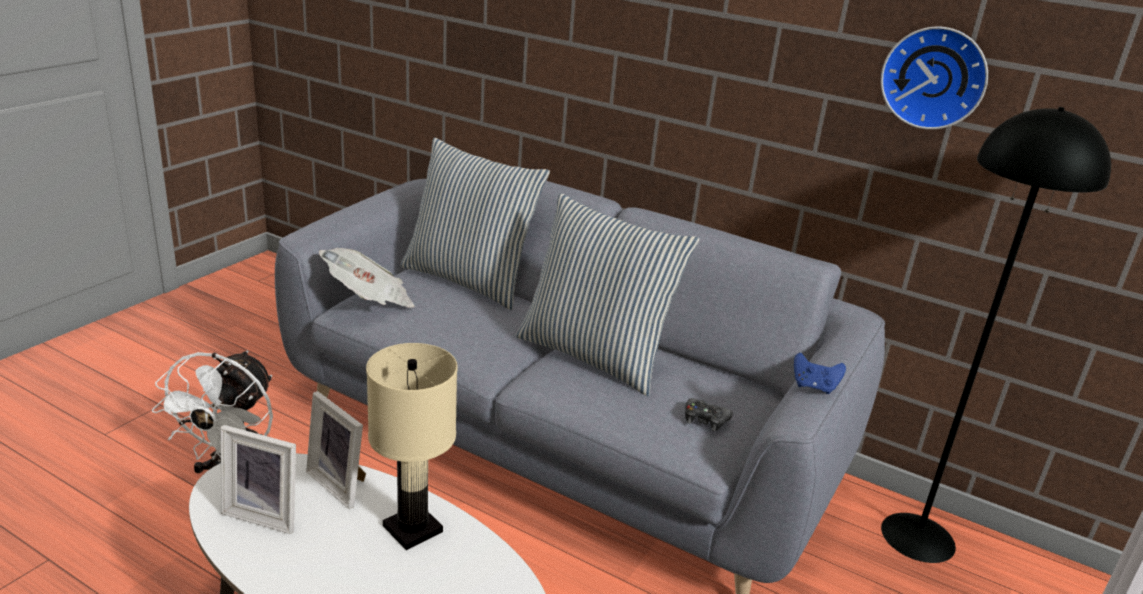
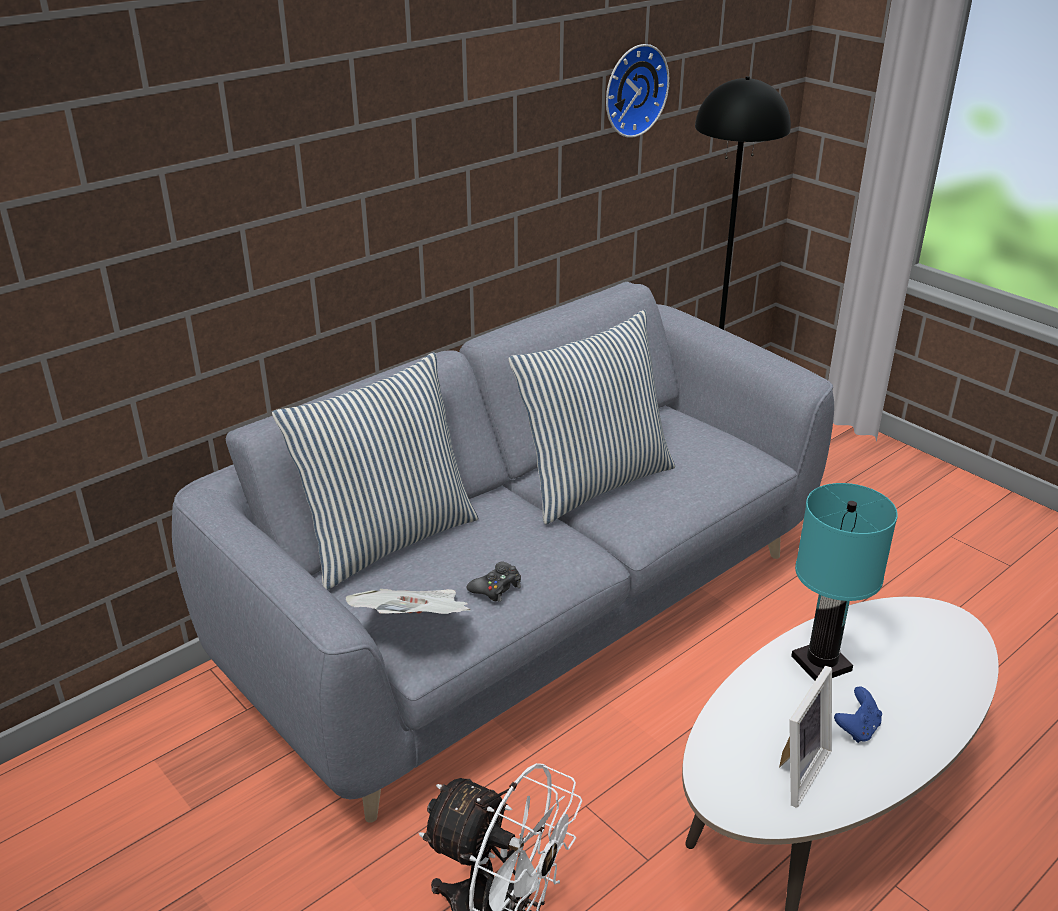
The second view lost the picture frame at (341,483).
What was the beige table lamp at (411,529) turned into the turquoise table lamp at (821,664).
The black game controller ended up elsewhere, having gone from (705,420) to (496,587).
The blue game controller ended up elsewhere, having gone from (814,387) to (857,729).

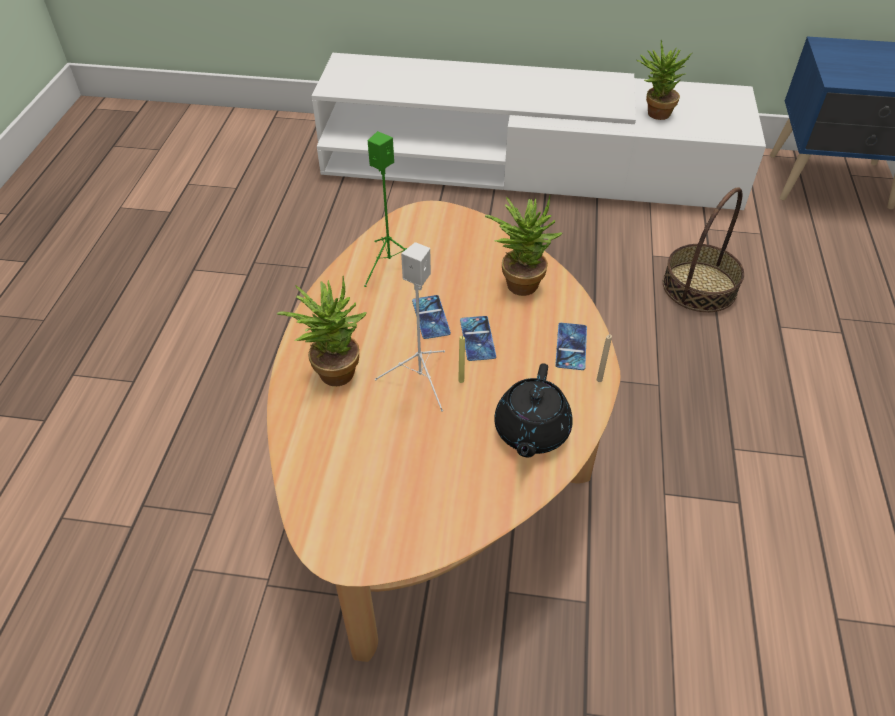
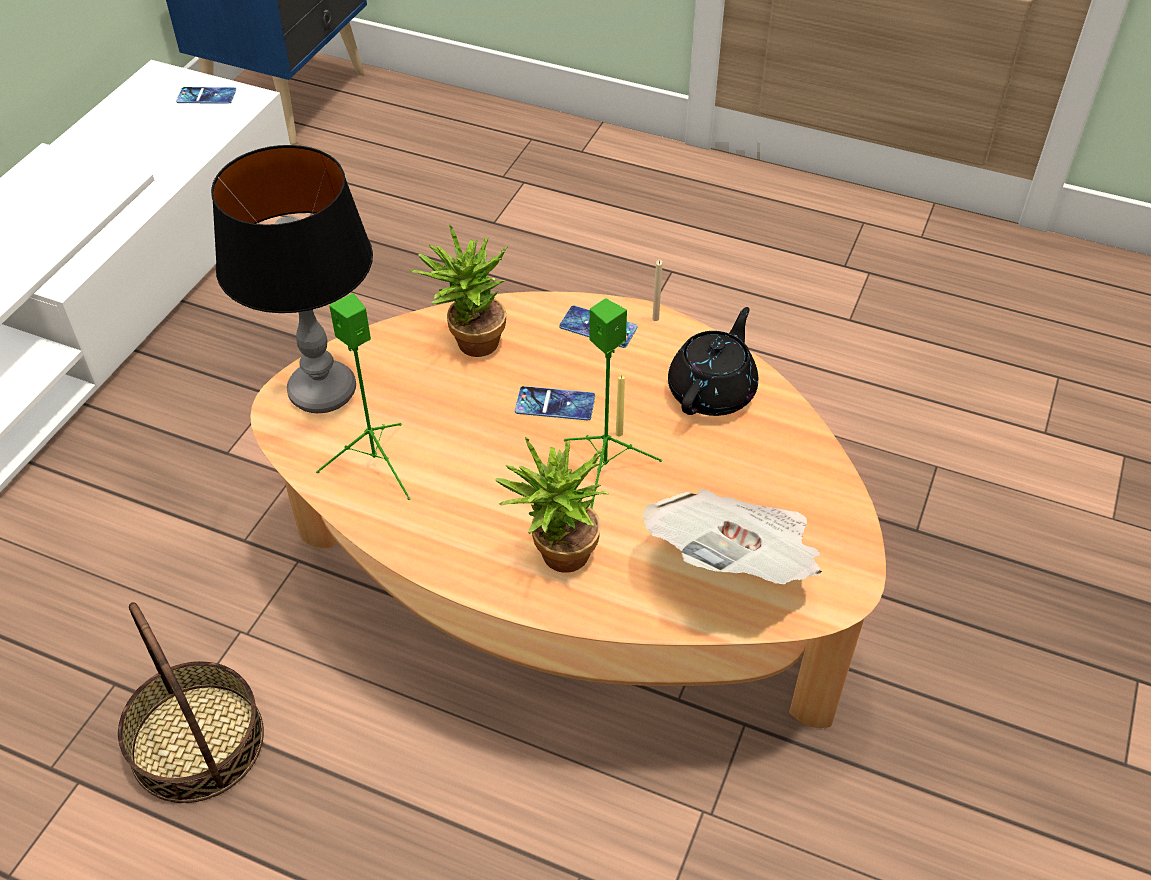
What was the white speaker at (421,380) turned into the green speaker at (606,470).
The phone ended up elsewhere, having gone from (431,317) to (206,96).
The black teapot at (531,431) ended up facing another way, 90 degrees counterclockwise from before.
The second view lost the potted plant at (653,113).
The basket ended up elsewhere, having gone from (699,286) to (196,742).
The second view gained the table lamp at (322,392).
The second view gained the newspaper at (735,562).

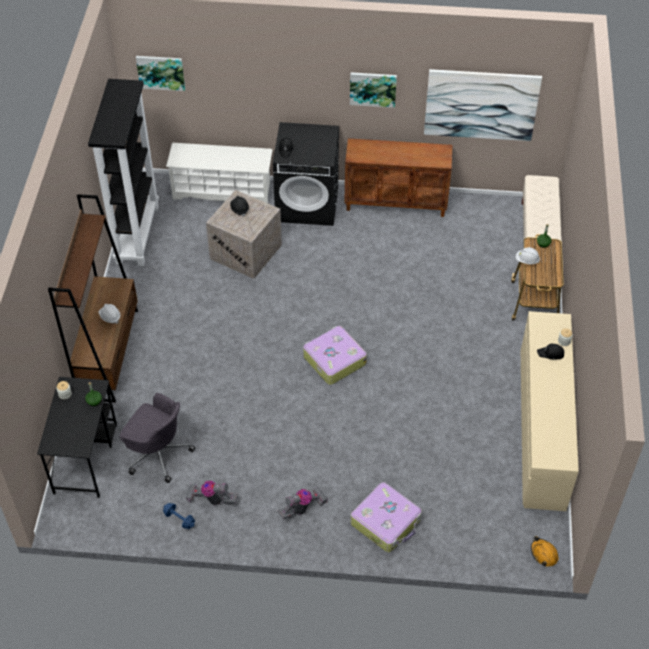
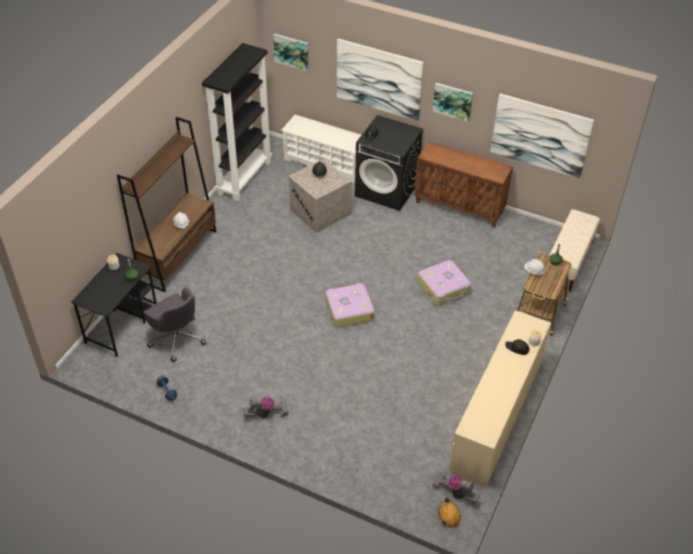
The vacuum cleaner ended up elsewhere, having gone from (211,499) to (455,492).
The suitcase ended up elsewhere, having gone from (386,522) to (444,288).
The second view gained the picture at (379,79).

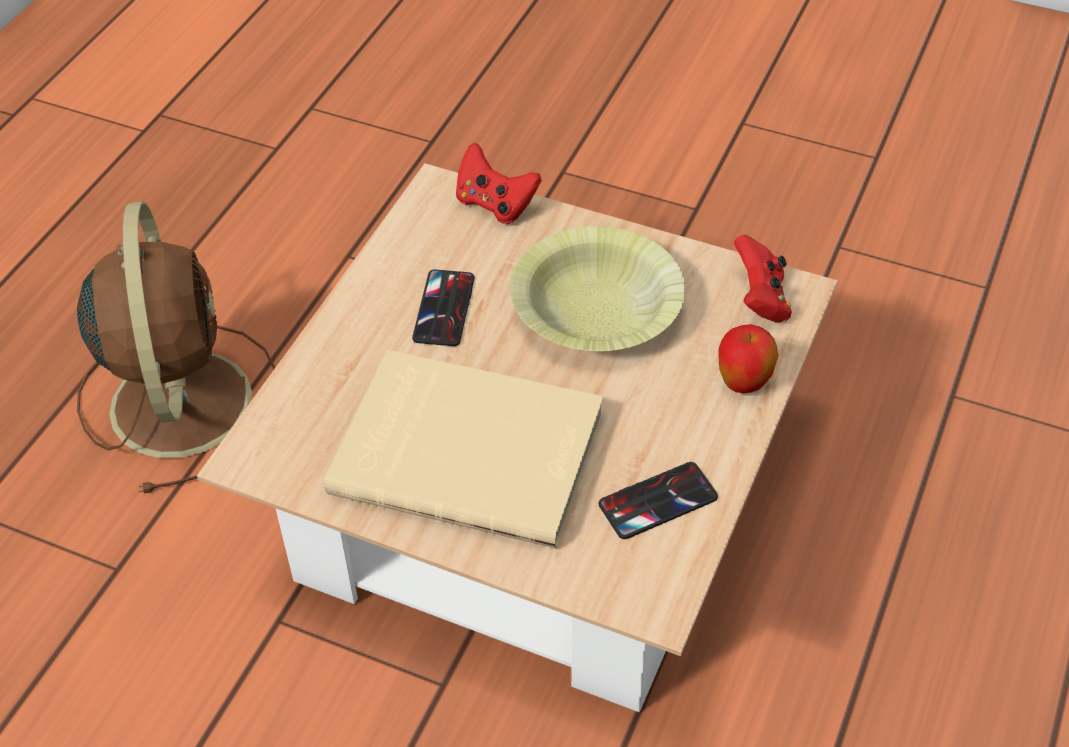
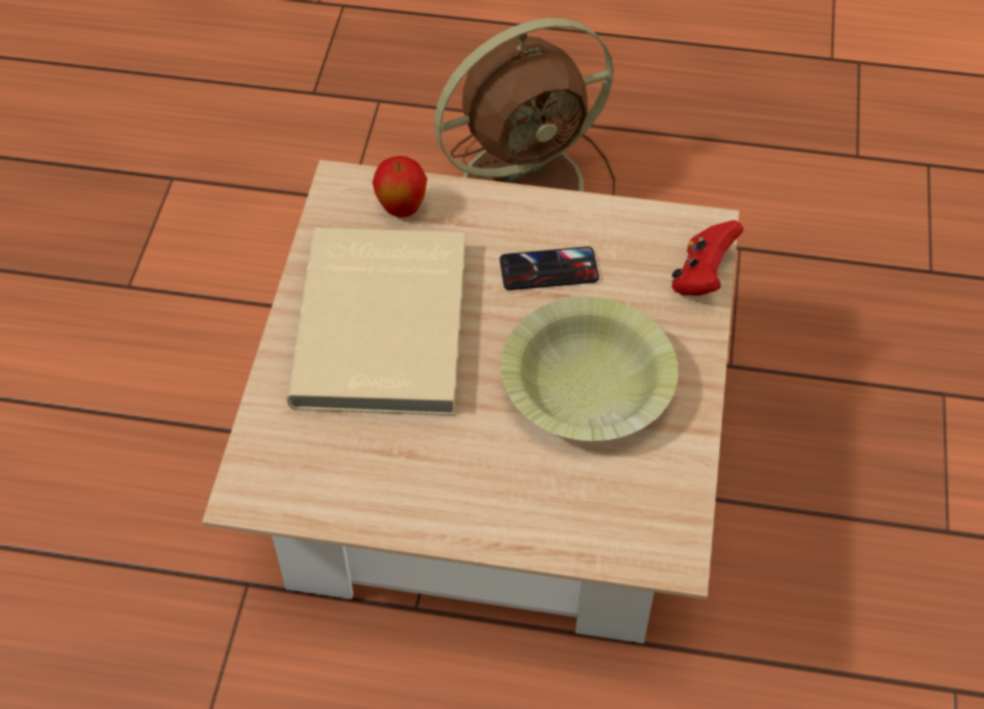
The second view lost the phone at (658,501).
The apple ended up elsewhere, having gone from (743,384) to (402,209).
The second view lost the red game controller at (761,300).

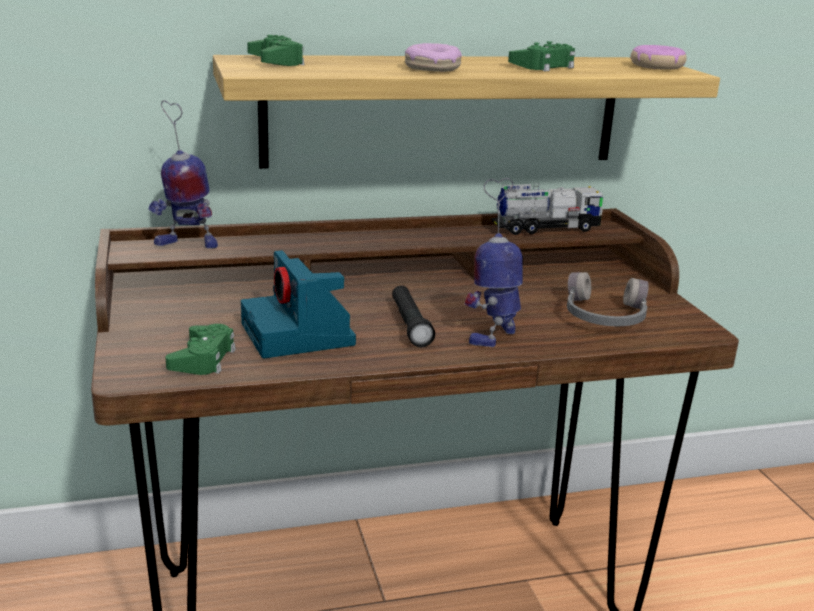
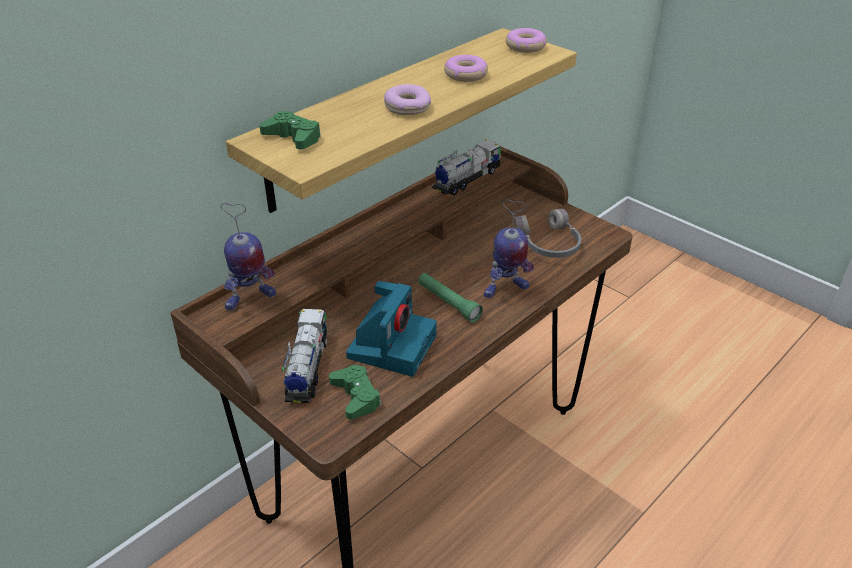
The photo camera at (299,335) ended up facing another way, 105 degrees counterclockwise from before.
What was the black flashlight at (410,325) turned into the green flashlight at (448,303).
The toy robot at (494,335) ended up facing another way, 120 degrees counterclockwise from before.
Where the green game controller stood at (543,66), the donut came to stand at (465,75).
The second view gained the toy truck at (307,368).

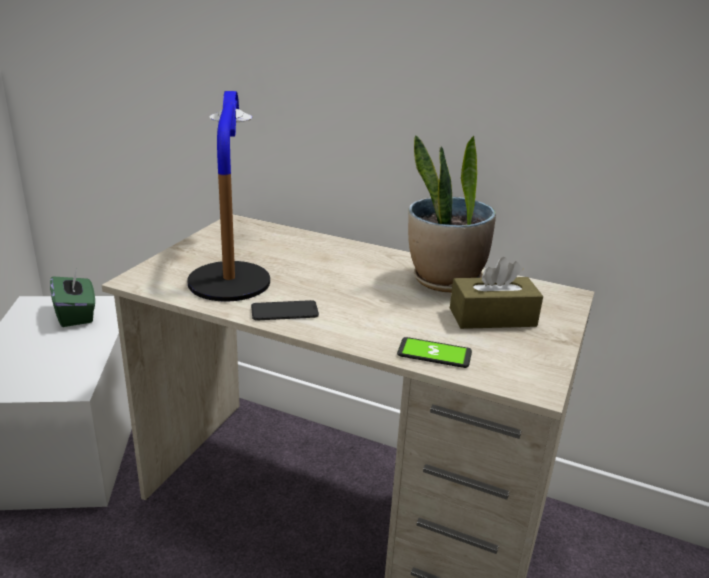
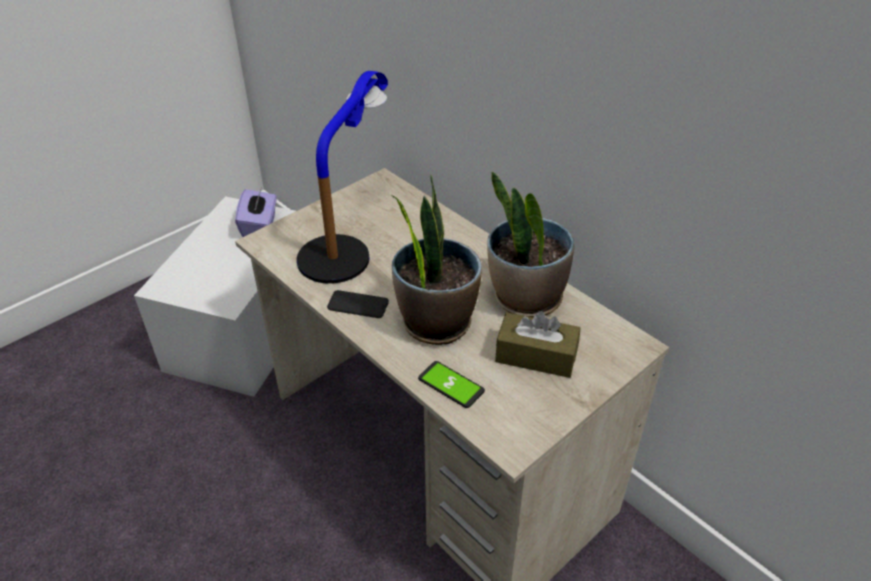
What was the green tissue box at (76,314) turned into the purple tissue box at (260,226).
The second view gained the potted plant at (435,322).

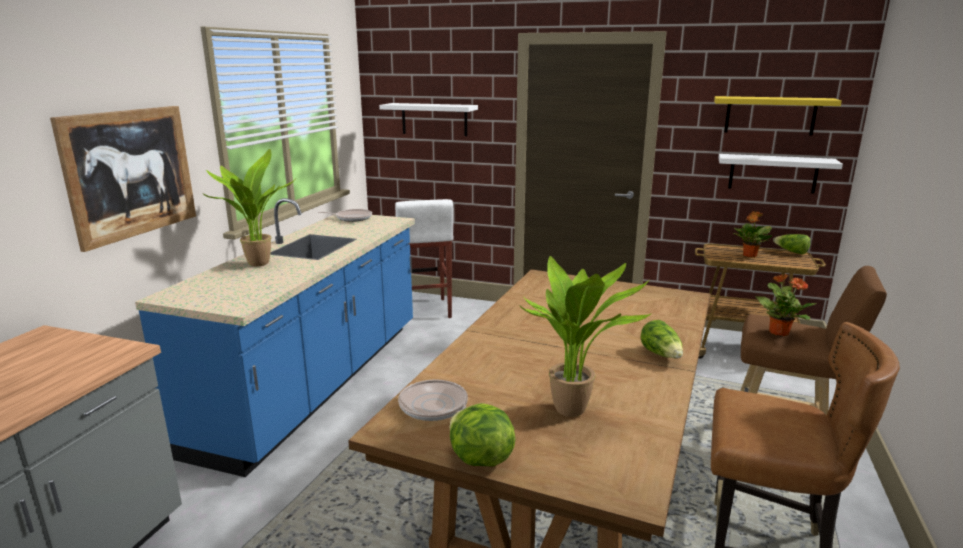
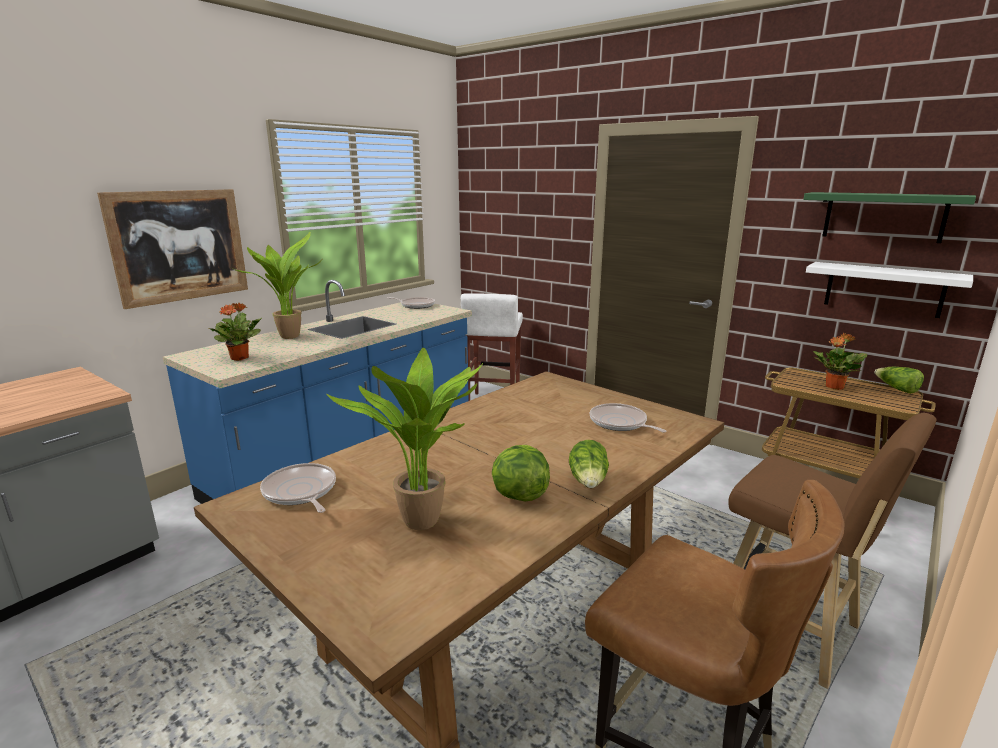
The second view lost the white shelf at (434,119).
The lettuce ended up elsewhere, having gone from (479,459) to (518,495).
What was the yellow shelf at (770,115) turned into the green shelf at (883,216).
The potted plant ended up elsewhere, having gone from (778,332) to (240,358).
The second view gained the frying pan at (620,423).

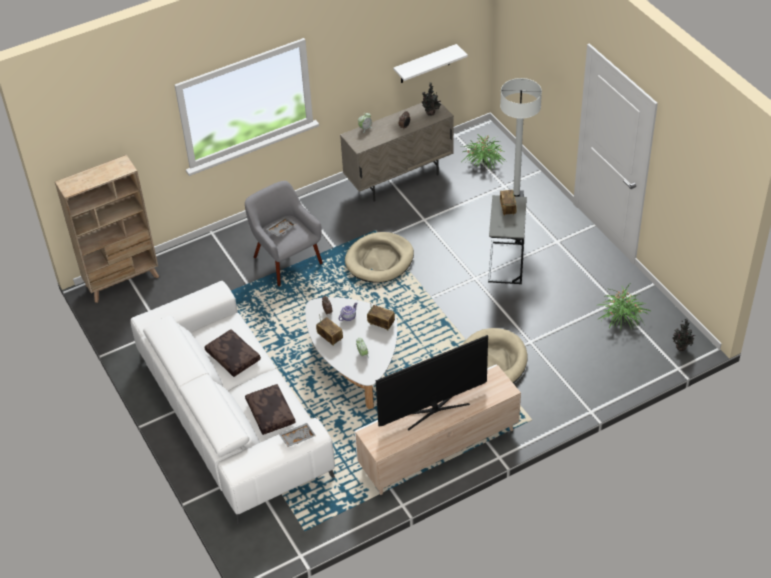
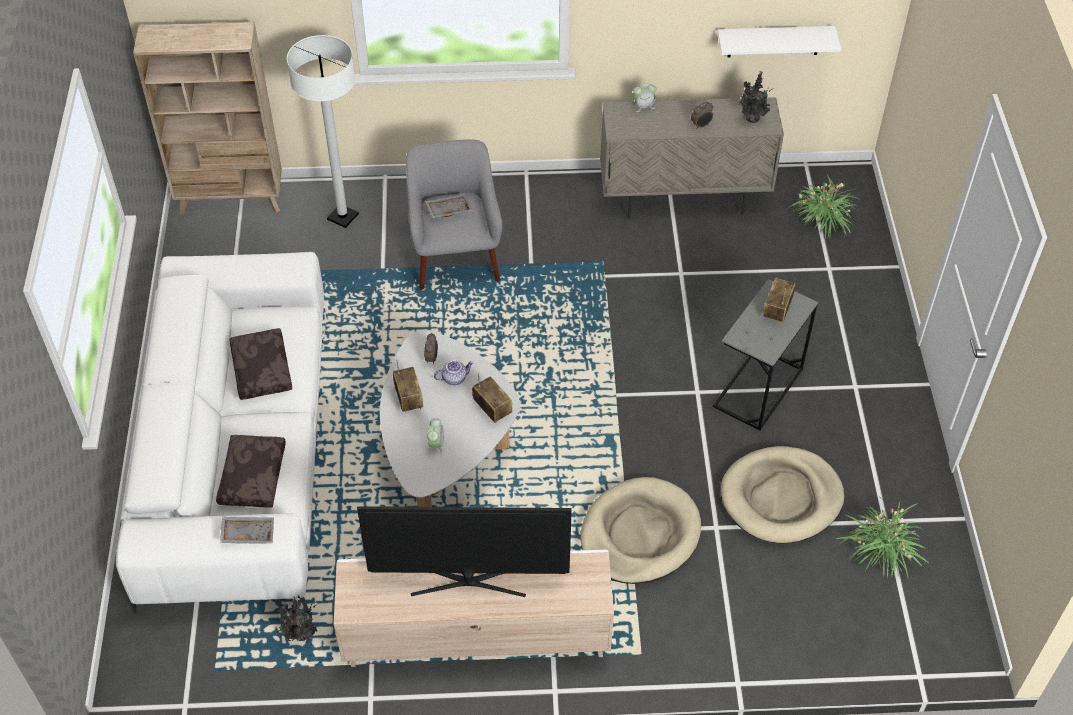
The beige dog bed ended up elsewhere, having gone from (379,260) to (781,498).
The white floor lamp ended up elsewhere, having gone from (516,196) to (343,217).
The potted plant ended up elsewhere, having gone from (681,348) to (301,636).

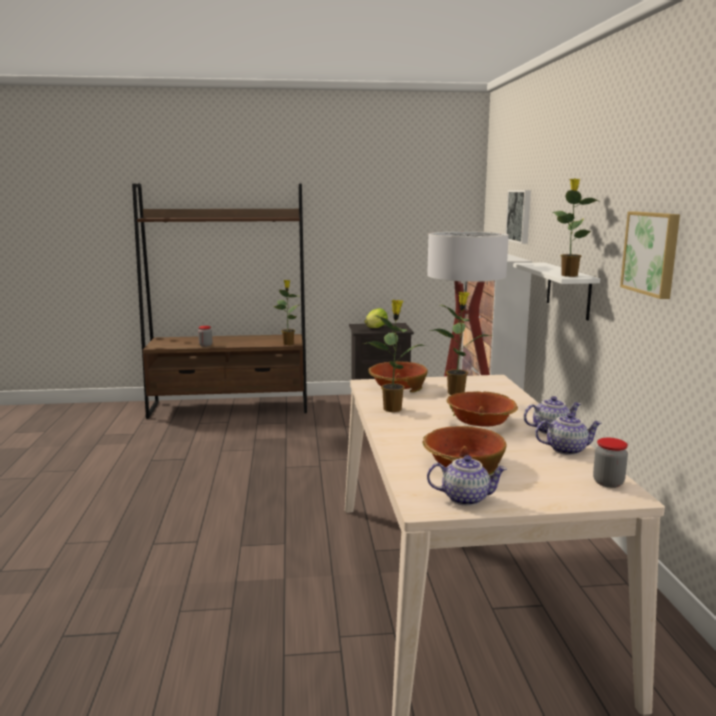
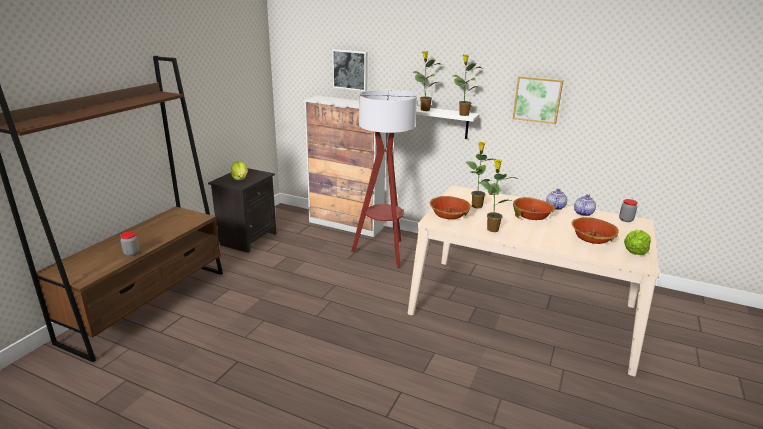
The potted plant ended up elsewhere, having gone from (288,343) to (424,110).
Where the teapot stood at (465,498), the lettuce came to stand at (635,252).

